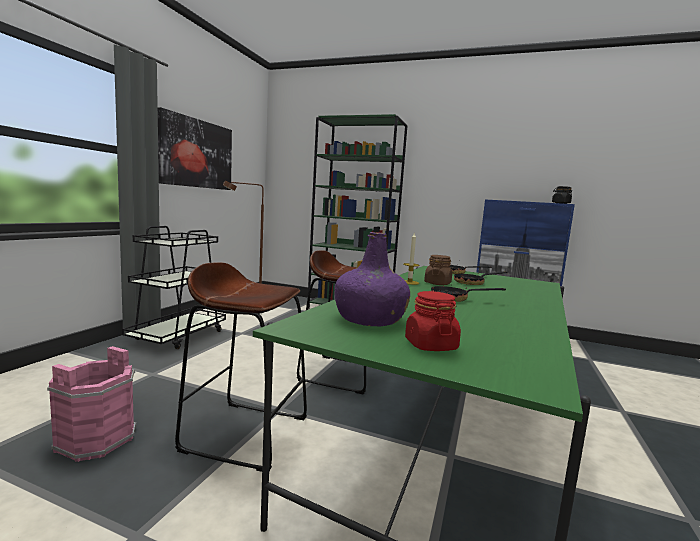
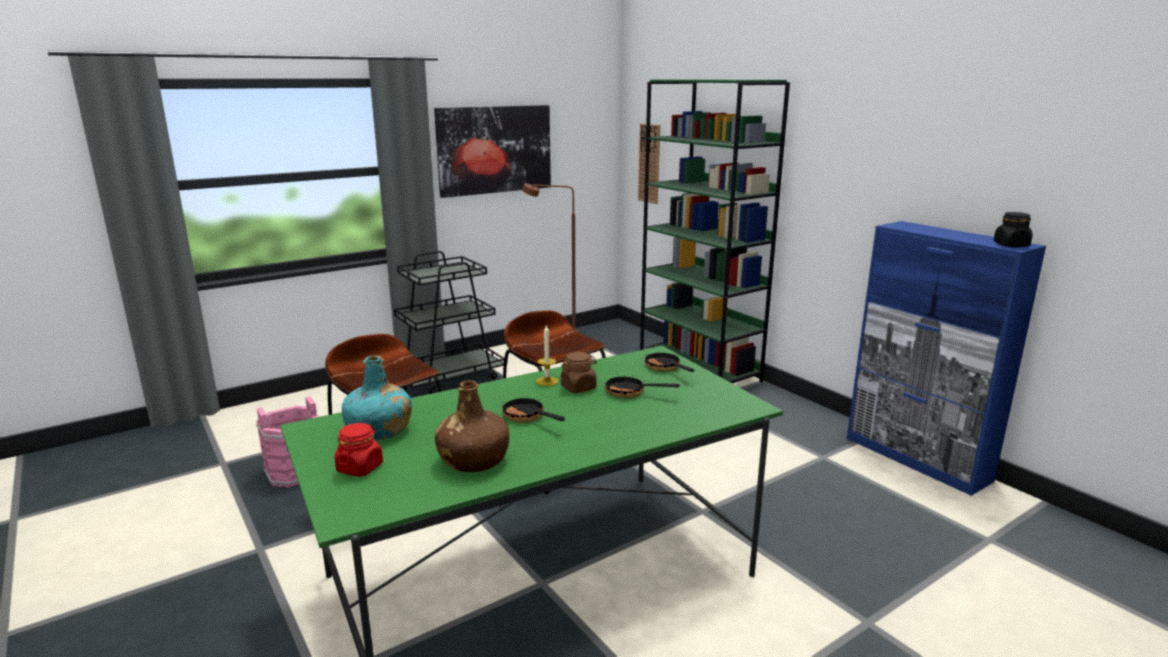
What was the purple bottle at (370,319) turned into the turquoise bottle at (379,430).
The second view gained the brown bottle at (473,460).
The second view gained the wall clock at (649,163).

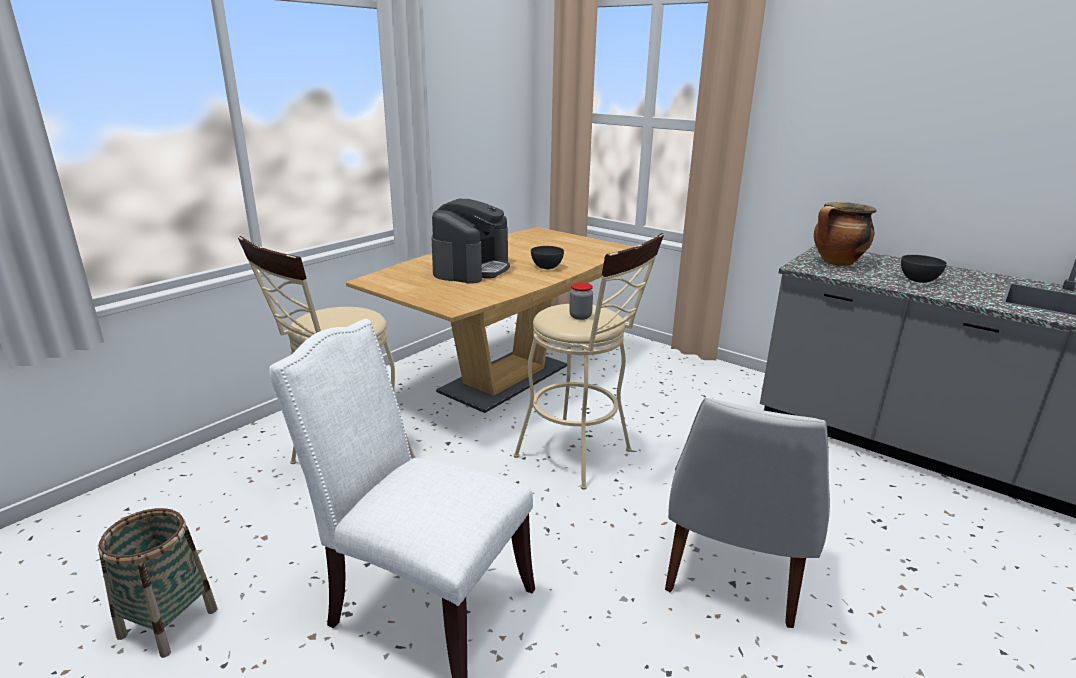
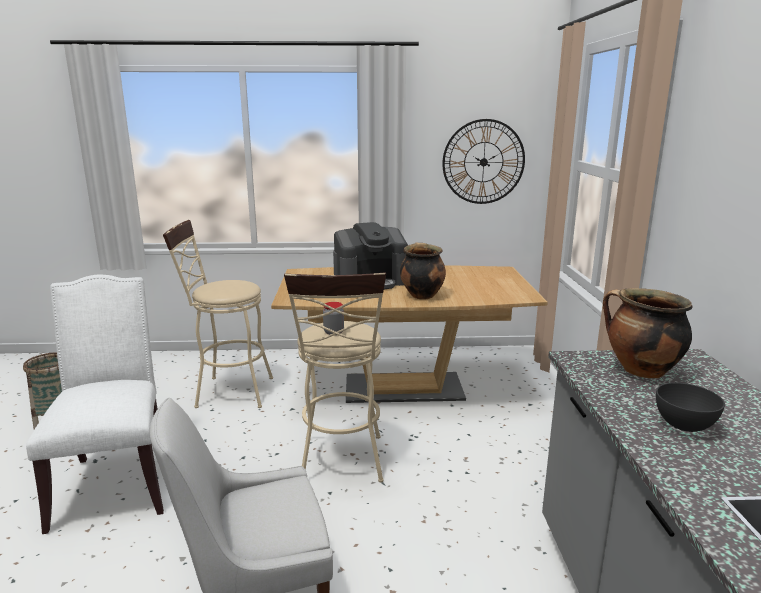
Where the grey bowl stood at (546,267), the cooking pot came to stand at (421,295).
The second view gained the wall clock at (483,162).

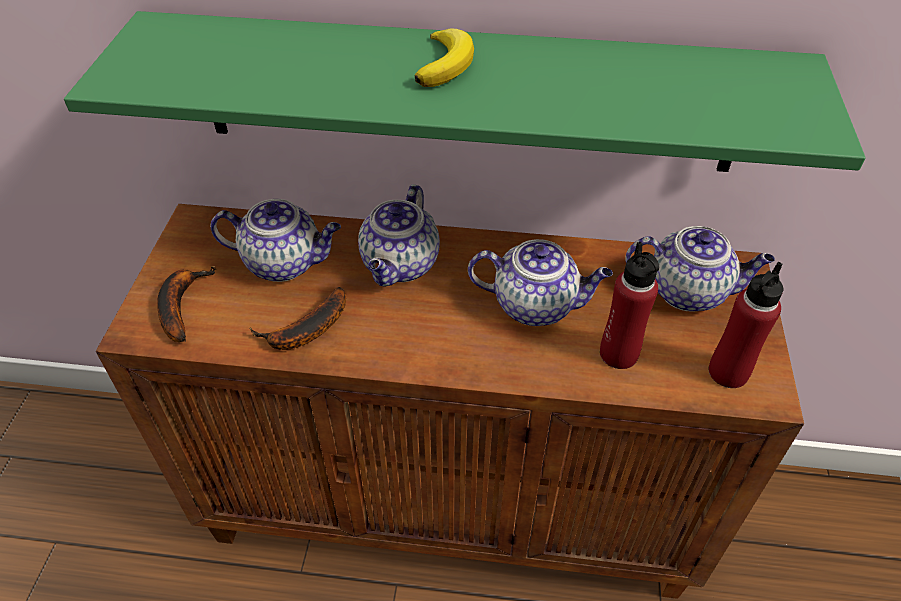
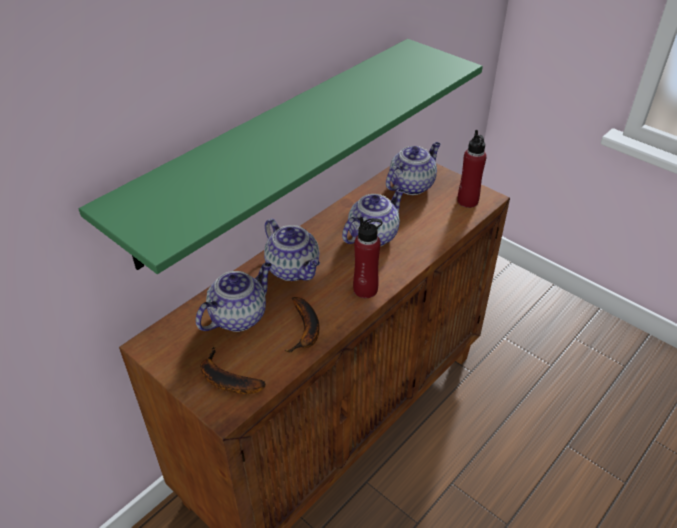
The second view lost the banana at (446,63).
The red bottle ended up elsewhere, having gone from (618,354) to (365,289).

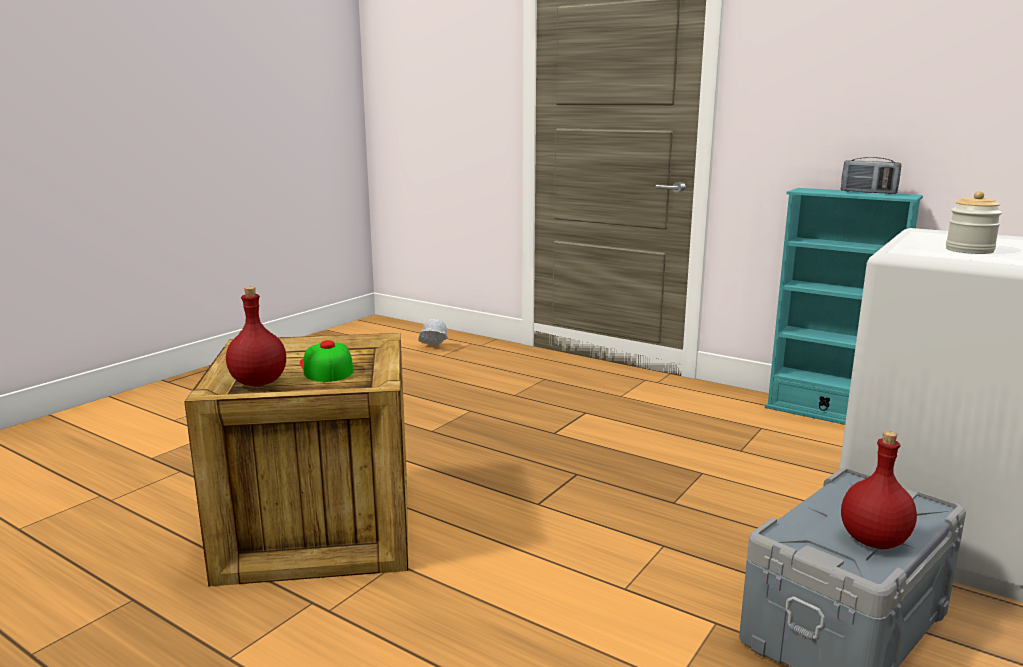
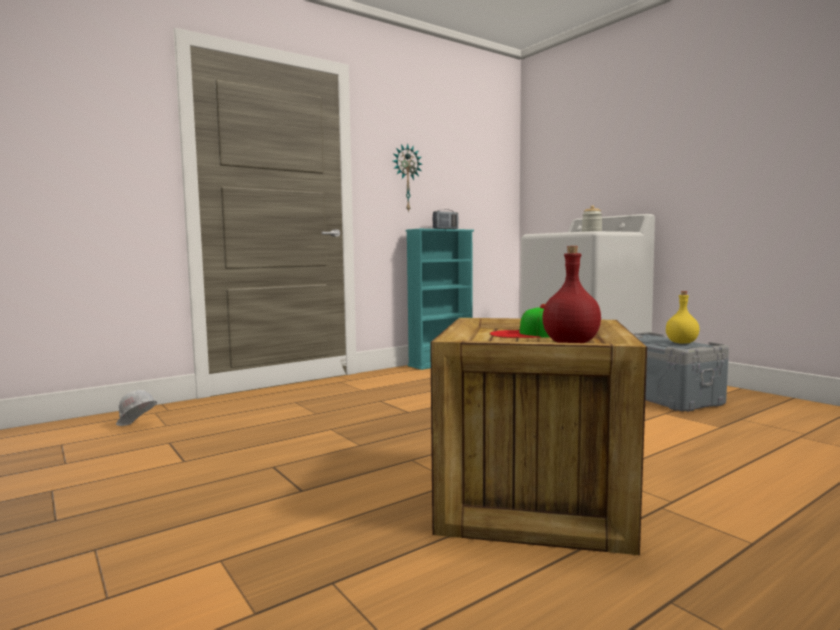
What was the red bottle at (872,541) turned into the yellow bottle at (681,343).
The second view gained the wall clock at (406,178).

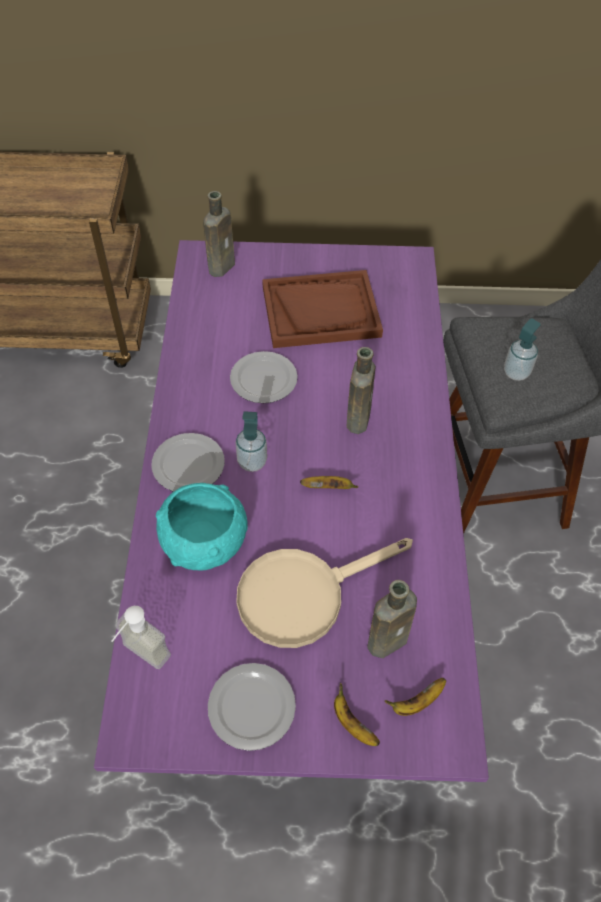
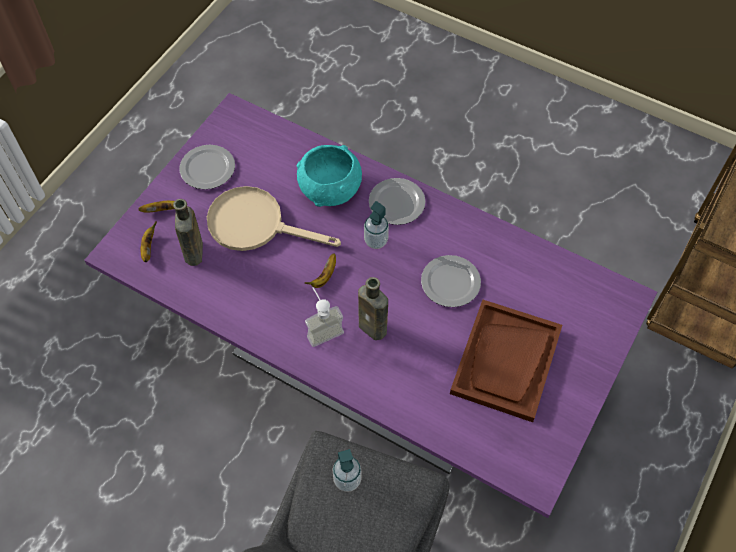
The soap dispenser ended up elsewhere, having gone from (140,658) to (322,329).
The second view lost the brown bottle at (222,265).
The beige frying pan at (303,593) ended up facing another way, 75 degrees counterclockwise from before.

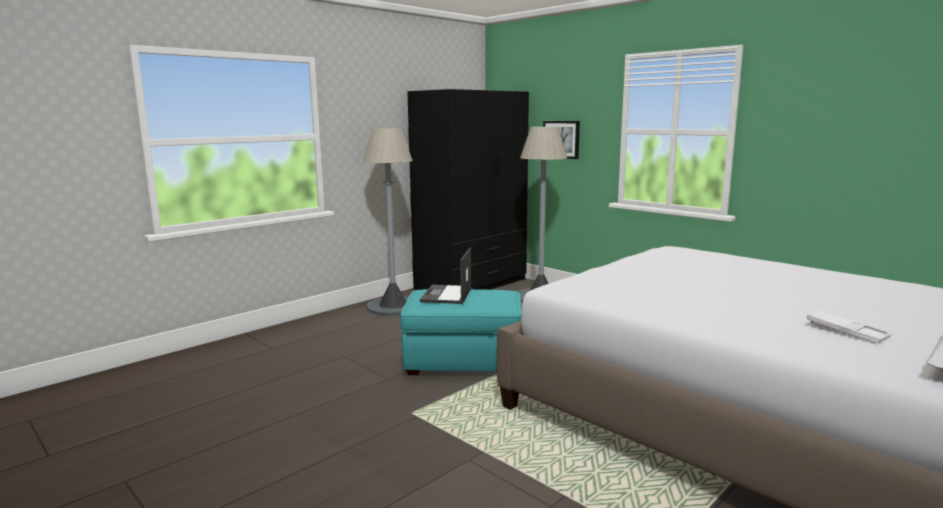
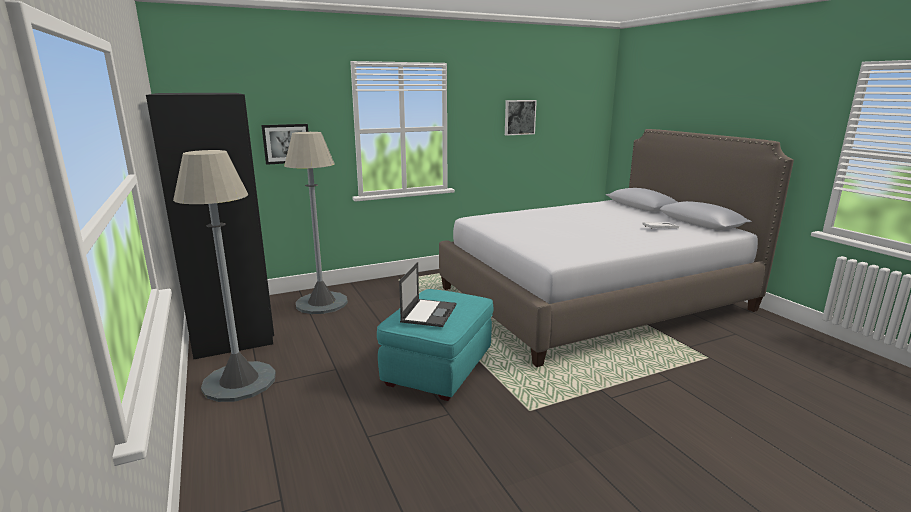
The laptop at (446,295) ended up facing another way, 105 degrees counterclockwise from before.
The second view gained the picture at (519,117).

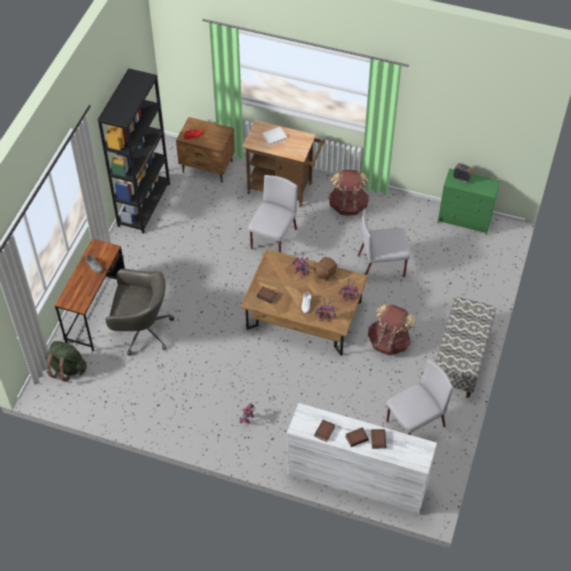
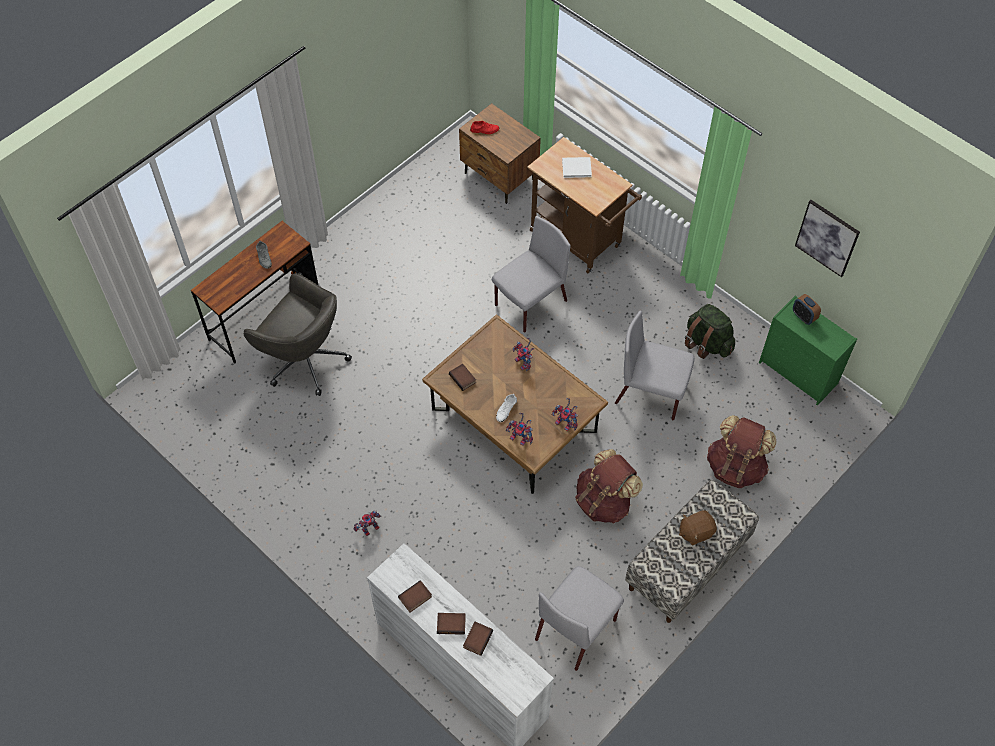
The green backpack ended up elsewhere, having gone from (67,369) to (707,343).
The second view lost the black bookcase at (144,204).
The brown plush toy ended up elsewhere, having gone from (324,273) to (695,532).
The brown backpack ended up elsewhere, having gone from (348,205) to (736,467).
The grey chair at (414,424) ended up facing another way, 135 degrees clockwise from before.
The second view gained the picture at (827,237).

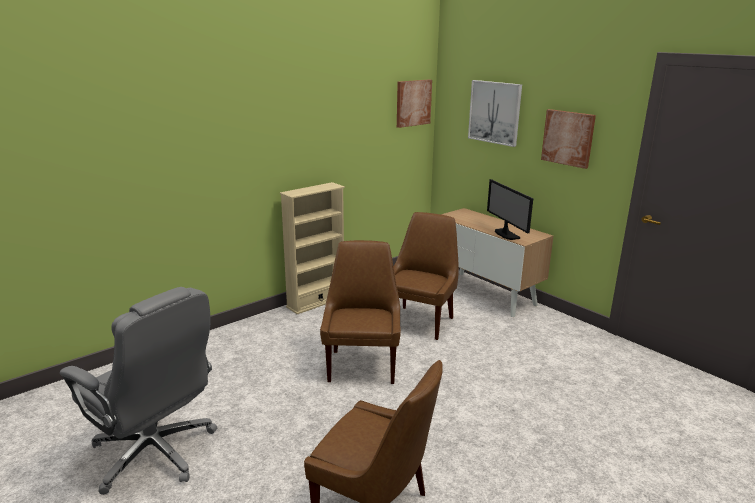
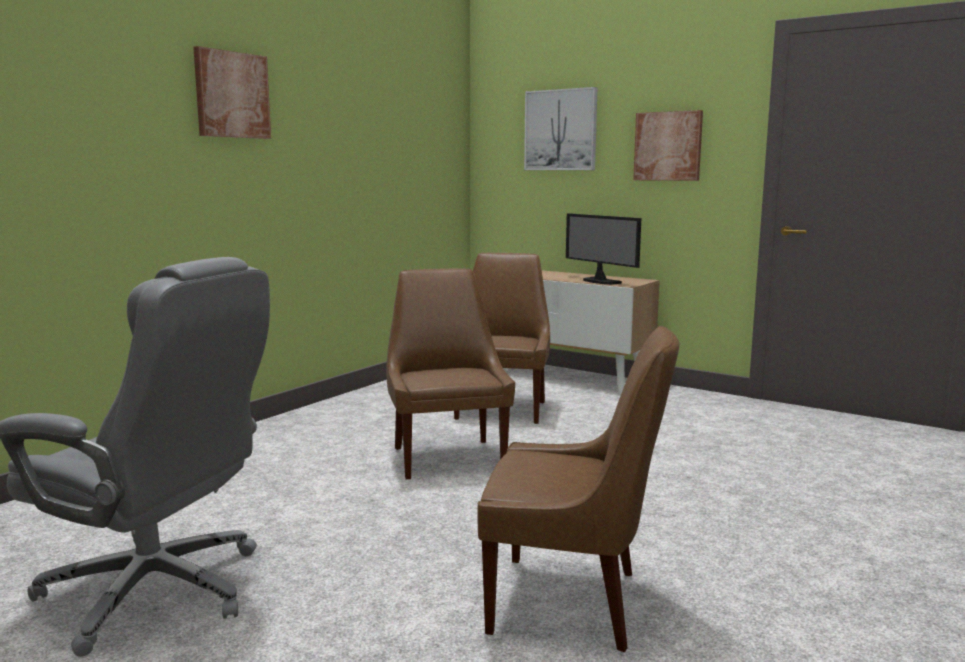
The second view lost the beige bookcase at (316,302).
The picture ended up elsewhere, having gone from (413,103) to (232,95).

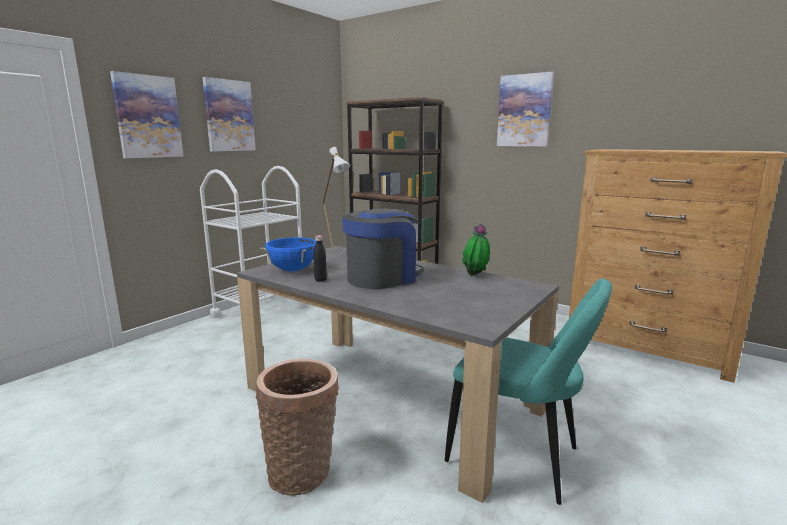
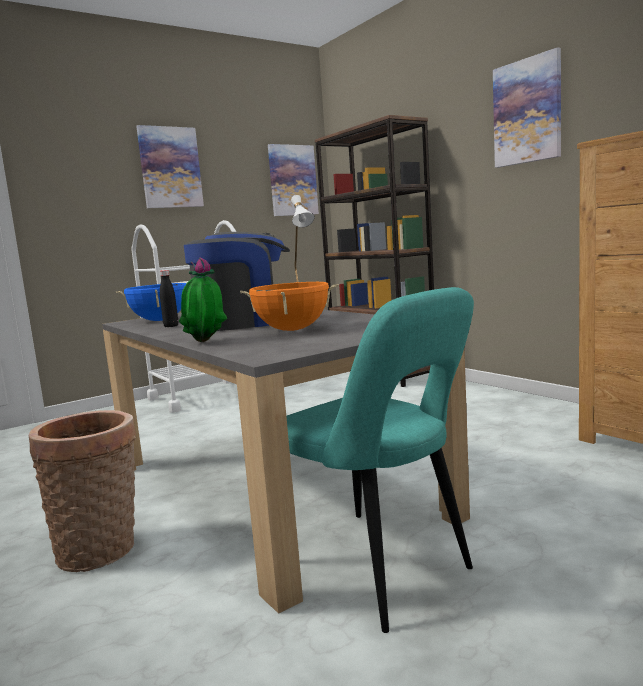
The picture ended up elsewhere, having gone from (148,117) to (292,180).
The potted plant ended up elsewhere, having gone from (475,276) to (205,342).
The second view gained the orange cooking pot at (292,330).

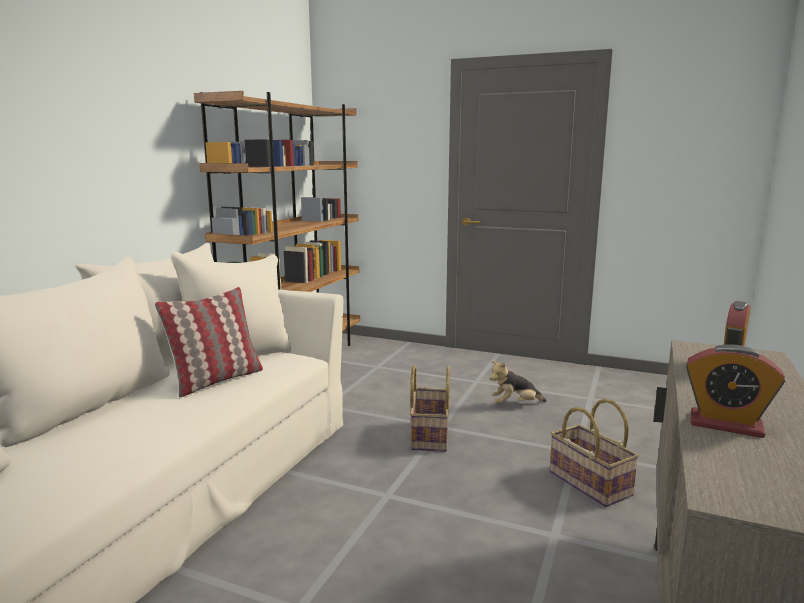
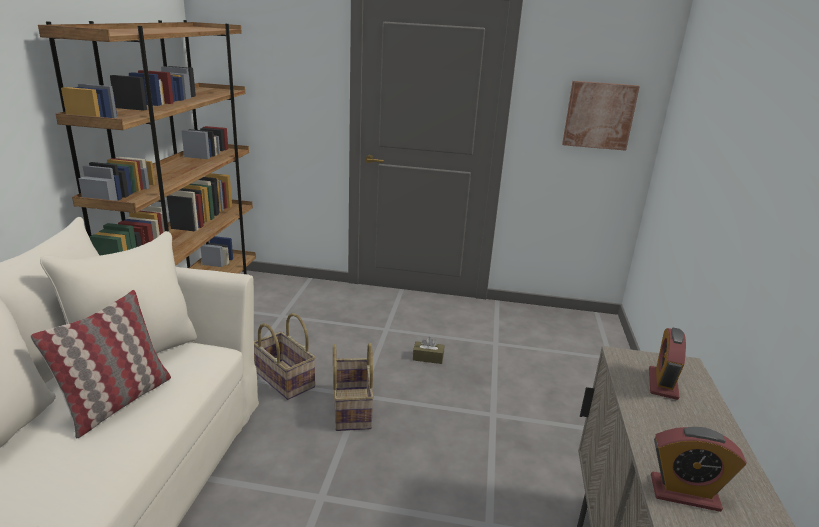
Where the plush toy stood at (515,404), the brown tissue box came to stand at (428,358).
The basket ended up elsewhere, having gone from (588,484) to (283,380).
The second view gained the picture at (599,115).

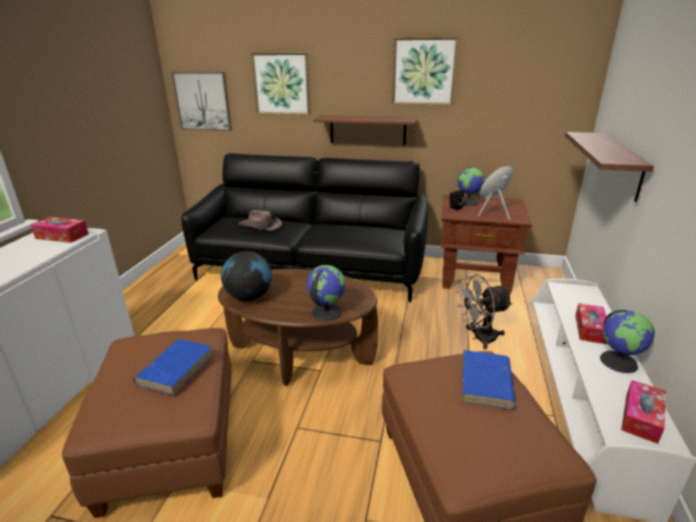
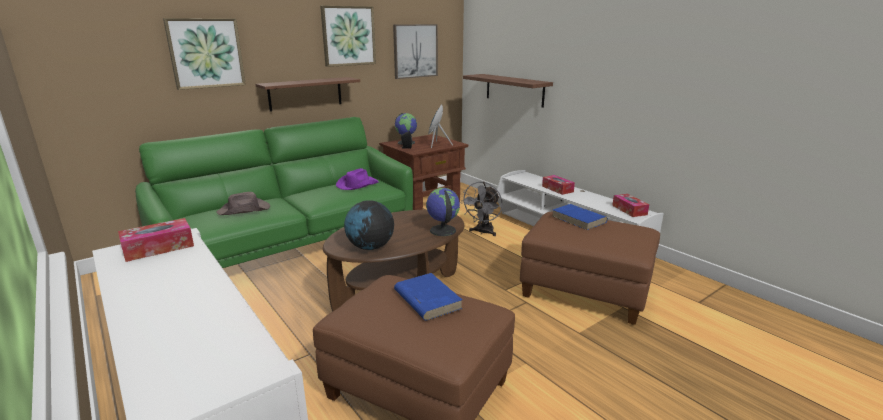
The picture ended up elsewhere, having gone from (203,101) to (415,51).
What was the black sofa at (311,269) turned into the green sofa at (293,245).
The second view lost the globe at (619,361).
The second view gained the purple hat at (357,185).

